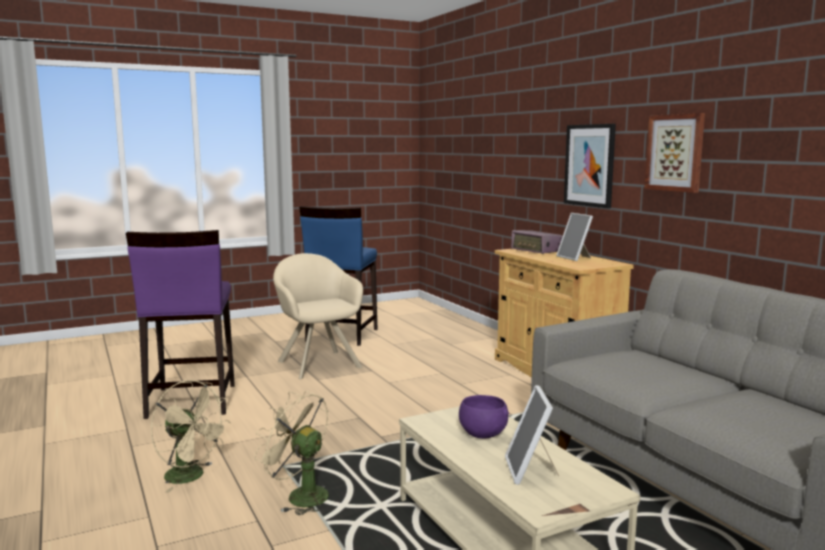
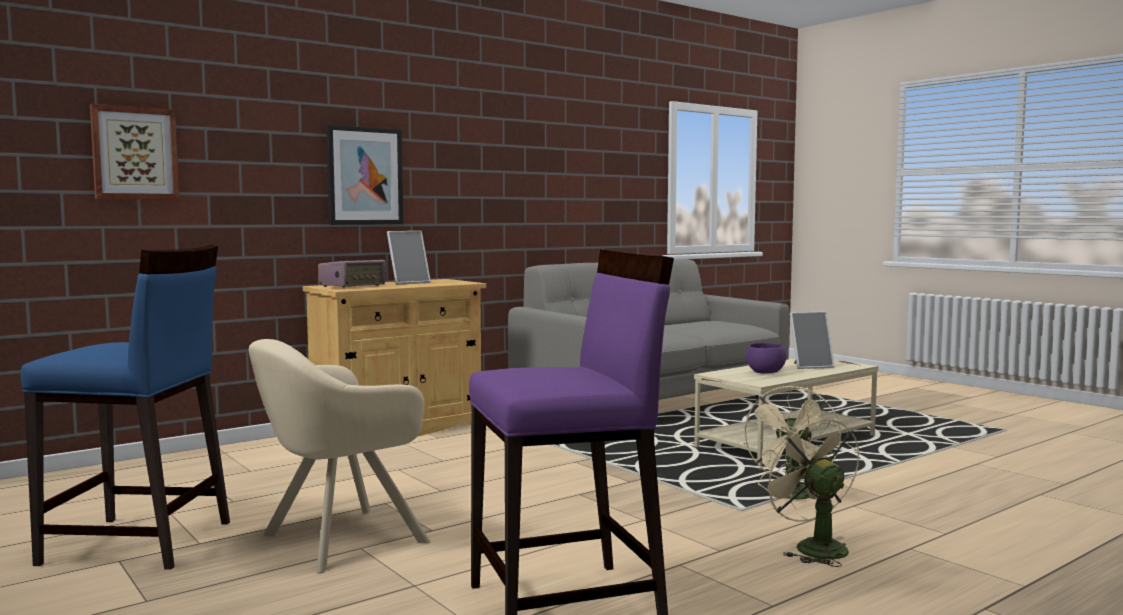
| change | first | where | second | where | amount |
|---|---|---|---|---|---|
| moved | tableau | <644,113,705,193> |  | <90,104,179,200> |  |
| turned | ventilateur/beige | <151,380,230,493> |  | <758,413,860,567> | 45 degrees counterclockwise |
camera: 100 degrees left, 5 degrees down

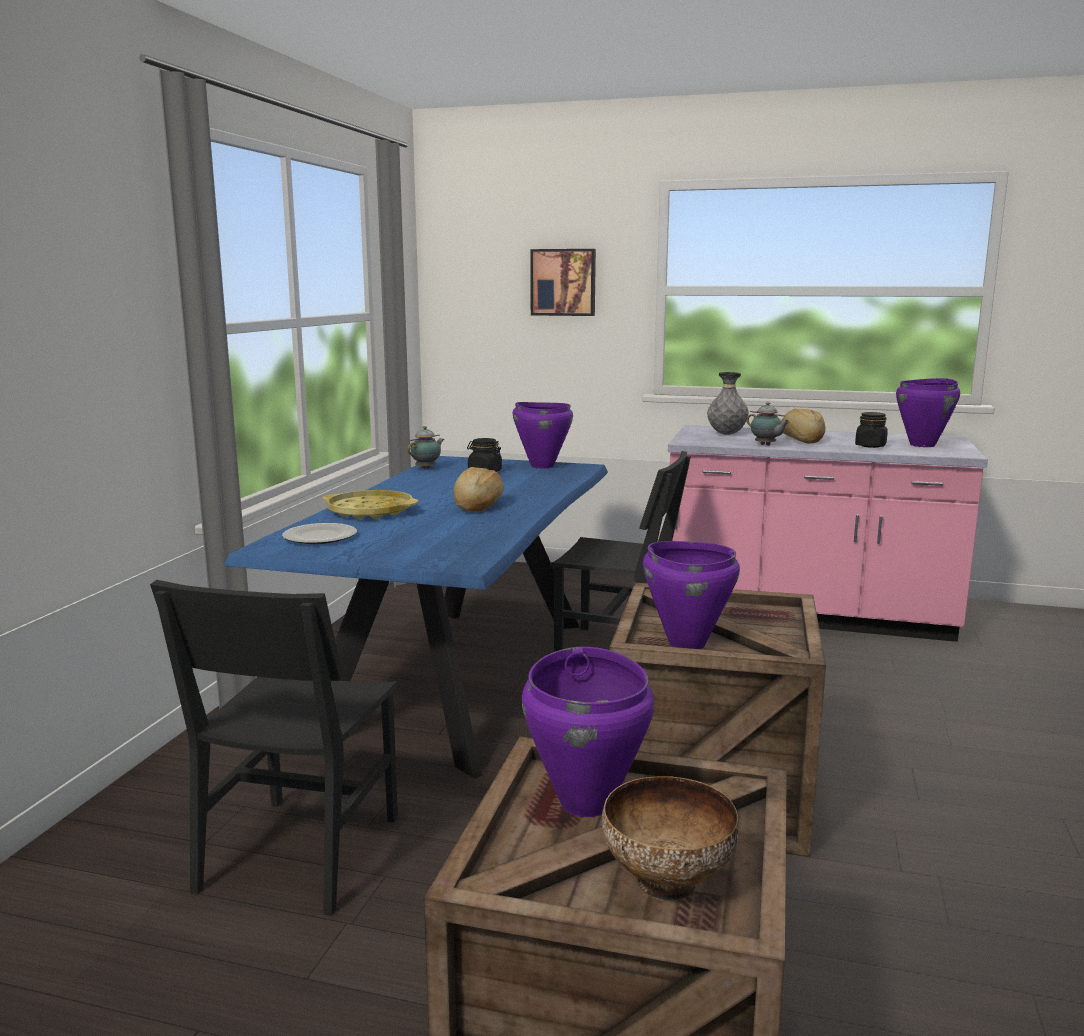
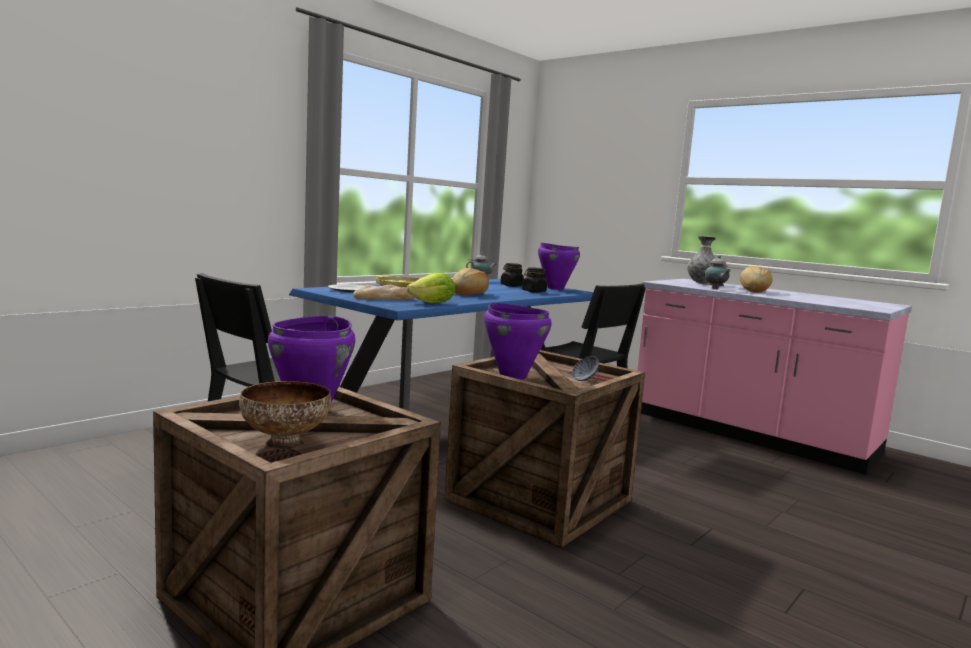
| change | first | where | second | where | amount |
|---|---|---|---|---|---|
| removed | tableau | <530,249,596,316> |  |  |  |
| removed | marmite/violet | <896,378,960,447> |  |  |  |
| moved | bocal/noir | <855,412,888,448> |  | <522,267,547,293> |  |
| added |  |  | laitue | <407,273,455,303> |  |
| added |  |  | pain | <353,285,415,300> |  |
| added |  |  | bol | <572,356,599,381> |  |
camera: 25 degrees right, 5 degrees down

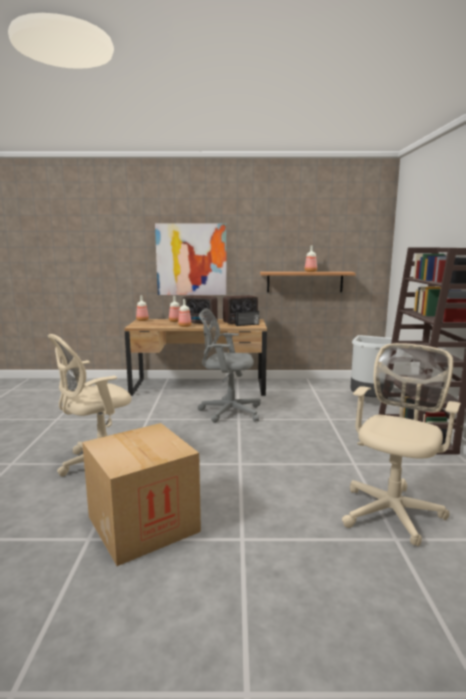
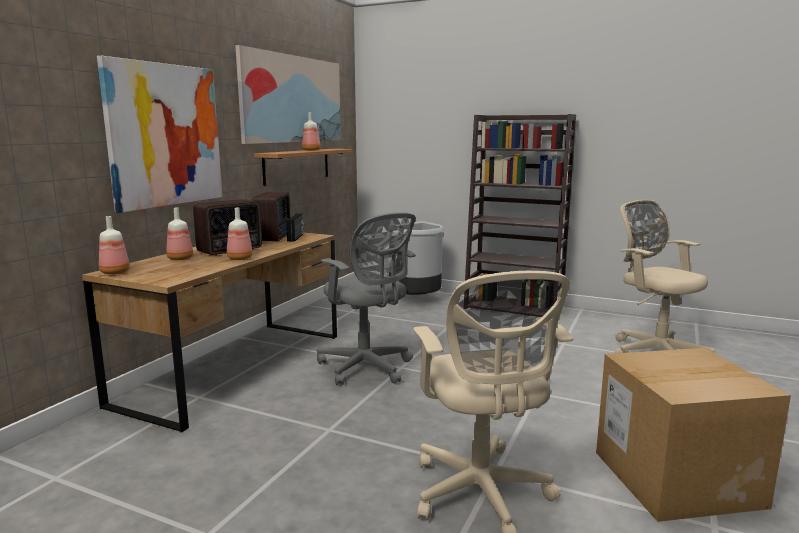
| change | first | where | second | where | amount |
|---|---|---|---|---|---|
| turned | chaise de bureau/gris | <198,308,261,423> |  | <317,212,416,385> | 75 degrees counterclockwise |
| added |  |  | tableau | <235,45,341,144> |  |
camera: 65 degrees left, 0 degrees up

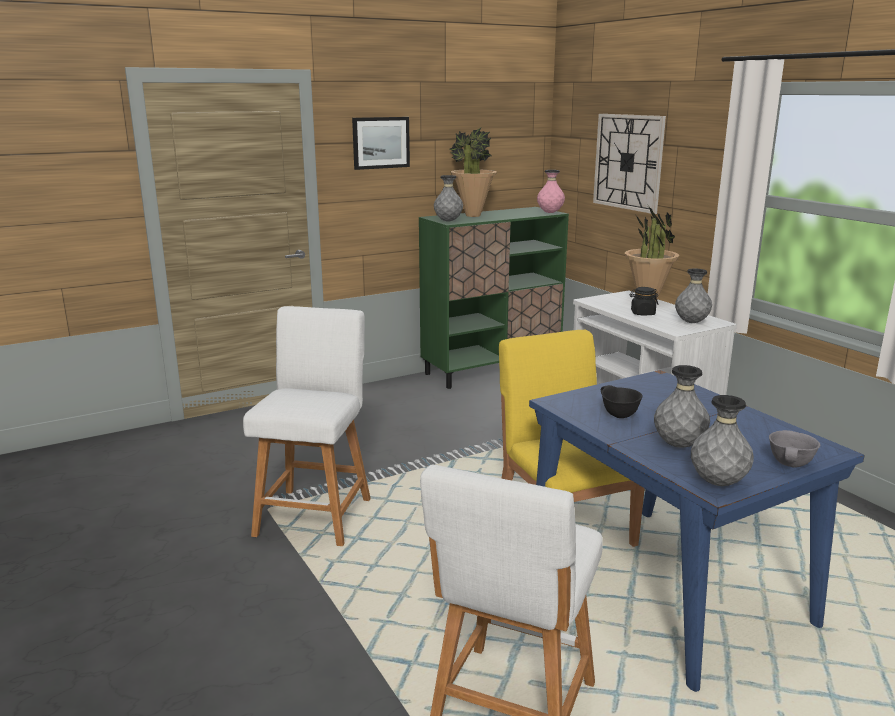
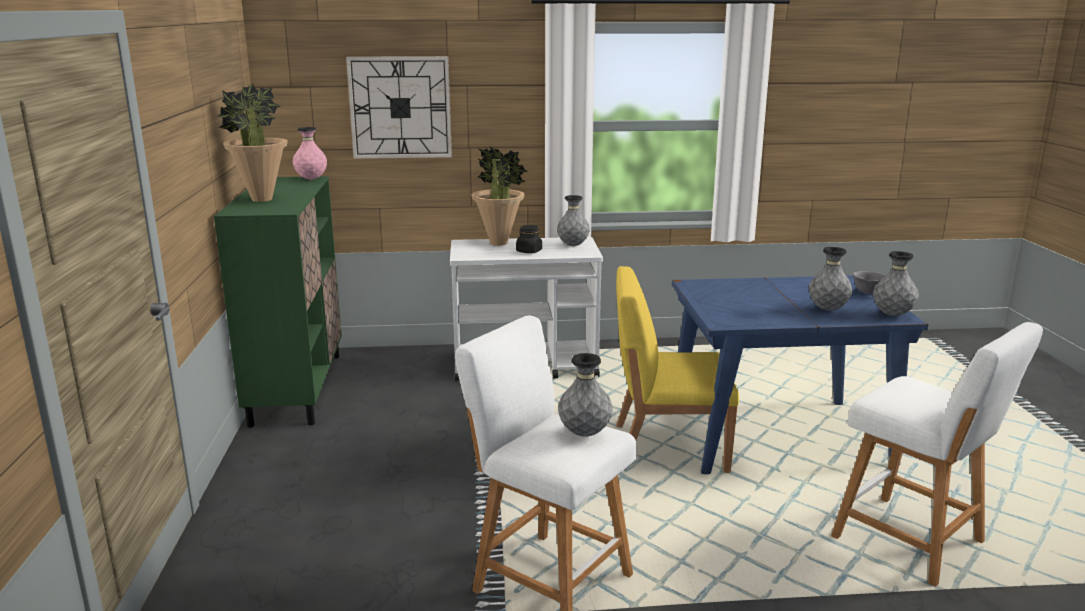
| change | first | where | second | where | amount |
|---|---|---|---|---|---|
| removed | tableau | <352,117,410,170> |  |  |  |
| moved | vase/gris | <434,175,463,222> |  | <558,353,613,437> |  |
| removed | bol/noir | <601,385,643,418> |  |  |  |
camera: 65 degrees left, 0 degrees up

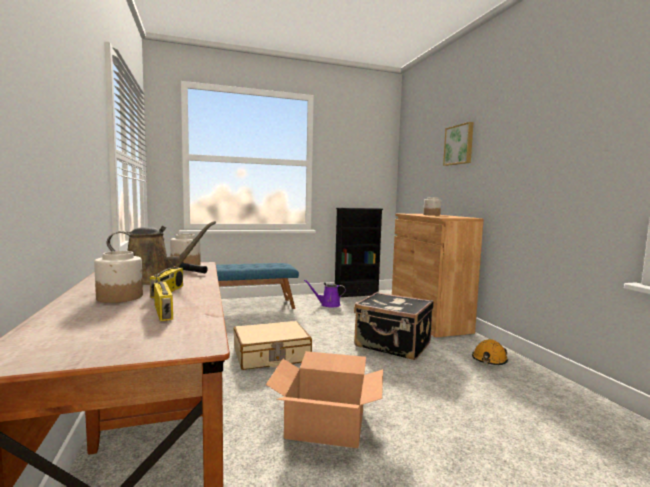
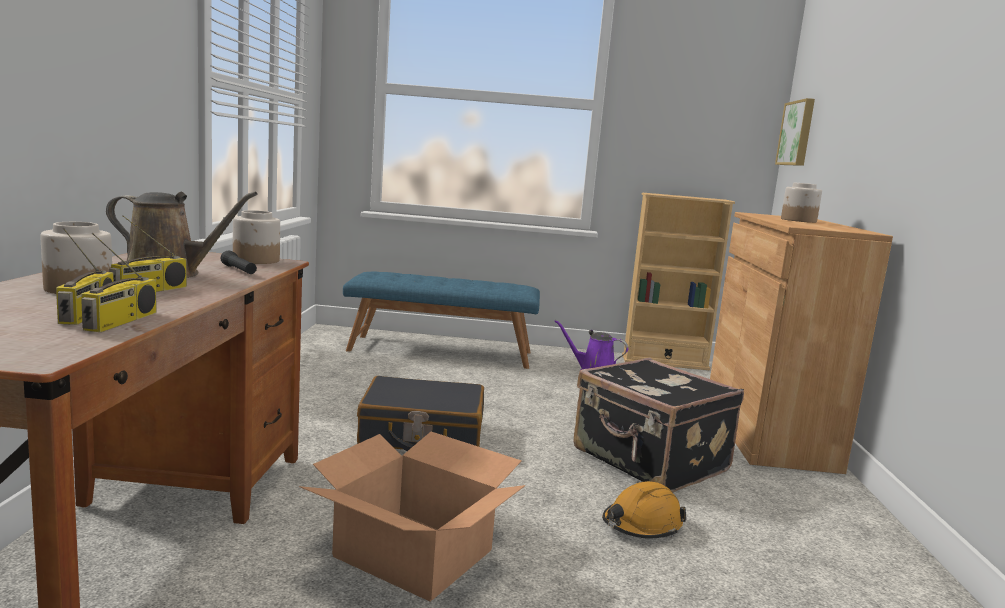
| change | first | where | second | where | amount |
|---|---|---|---|---|---|
| moved | tableau | <443,122,474,166> |  | <775,98,815,166> |  |
| recoloured | bibliothèque/noir | <335,208,383,297> | bibliothèque/beige | <622,193,735,370> |  |
| recoloured | valise/beige | <233,321,312,370> | valise/noir | <357,376,484,451> |  |
| moved | casque de chantier/orange | <472,339,508,365> |  | <602,481,687,539> |  |
| added |  |  | radio | <81,233,157,332> |  |
camera: 20 degrees right, 5 degrees up

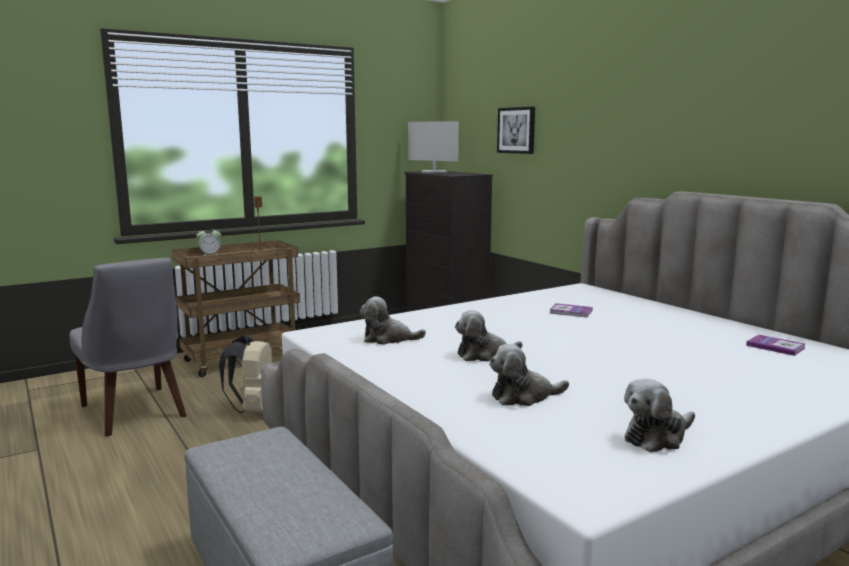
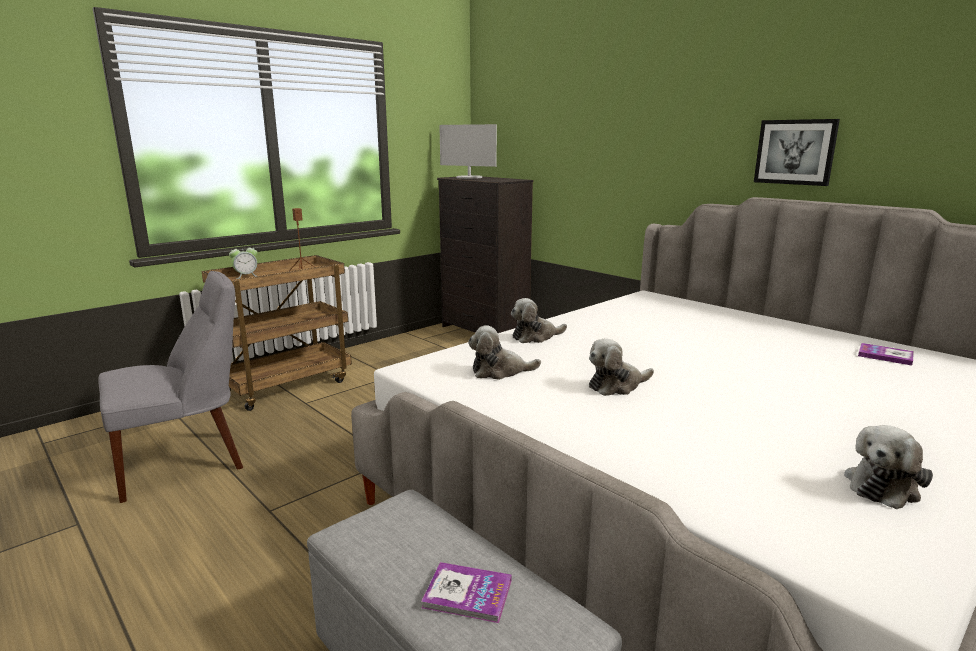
| change | first | where | second | where | amount |
|---|---|---|---|---|---|
| moved | tableau | <497,107,535,154> |  | <754,119,840,186> |  |
| turned | chaise/gris | <69,258,187,437> |  | <98,271,243,503> | 75 degrees counterclockwise |
| moved | livre | <549,303,593,318> |  | <421,562,512,623> |  |
| removed | sac à dos/beige | <219,336,272,413> |  |  |  |
| moved | peluche | <489,344,569,406> |  | <511,298,567,343> |  |
camera: 10 degrees left, 5 degrees up

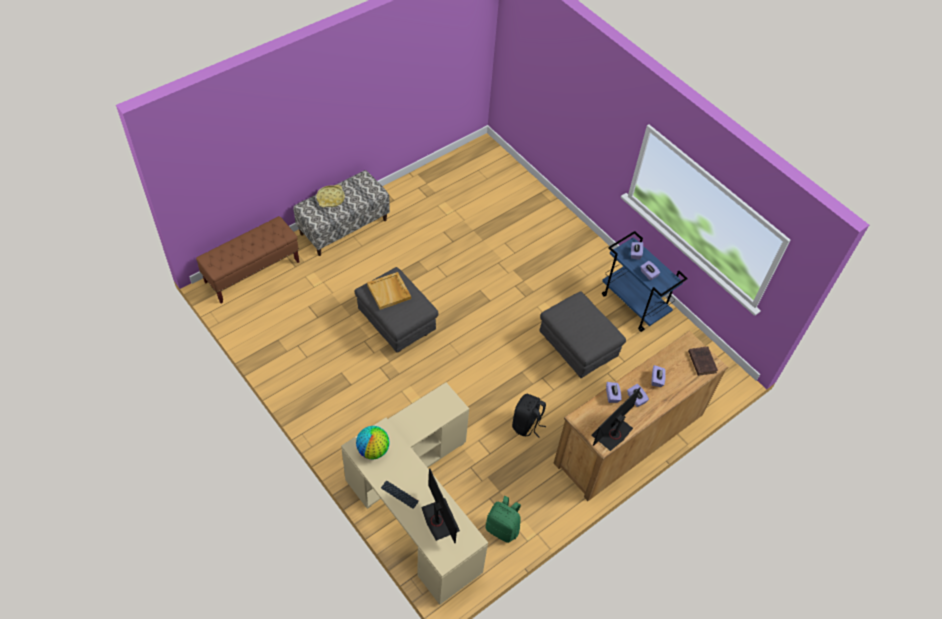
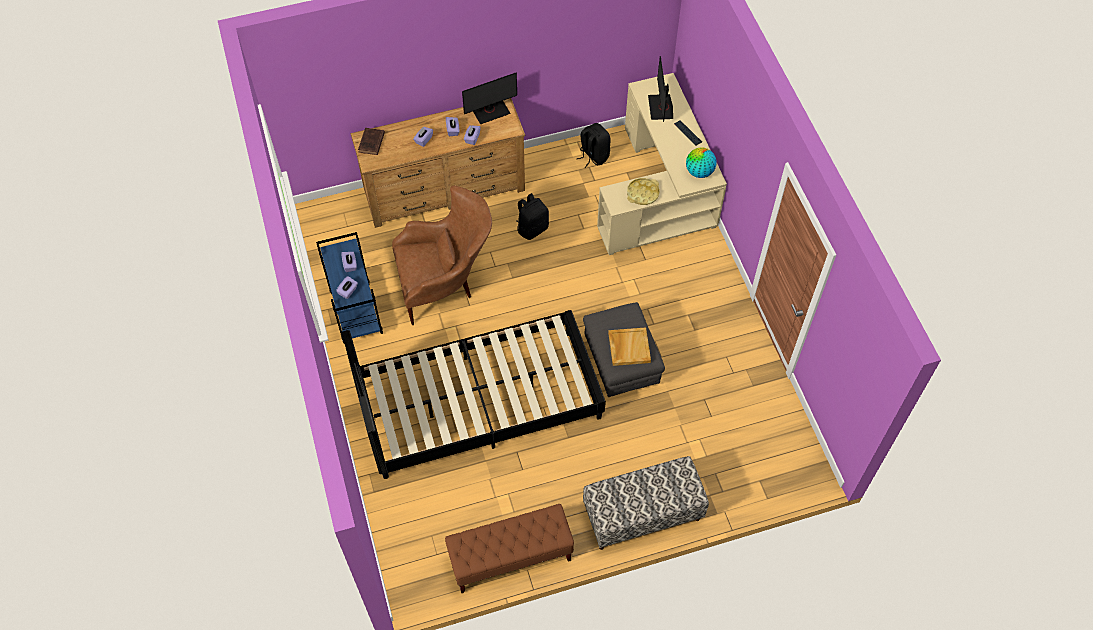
| change | first | where | second | where | amount |
|---|---|---|---|---|---|
| moved | plateau/jaune | <316,185,345,207> |  | <627,178,659,205> |  |
| moved | banc/marron | <196,216,299,303> |  | <445,504,574,593> |  |
| replaced | pouf/gris | <539,291,626,378> | fauteuil/marron | <392,186,492,325> |  |
| recoloured | sac à dos/vert | <486,496,521,543> | sac à dos/noir | <577,123,610,168> |  |
| added |  |  | lit/noir | <342,310,606,479> |  |
camera: 155 degrees left, 5 degrees up

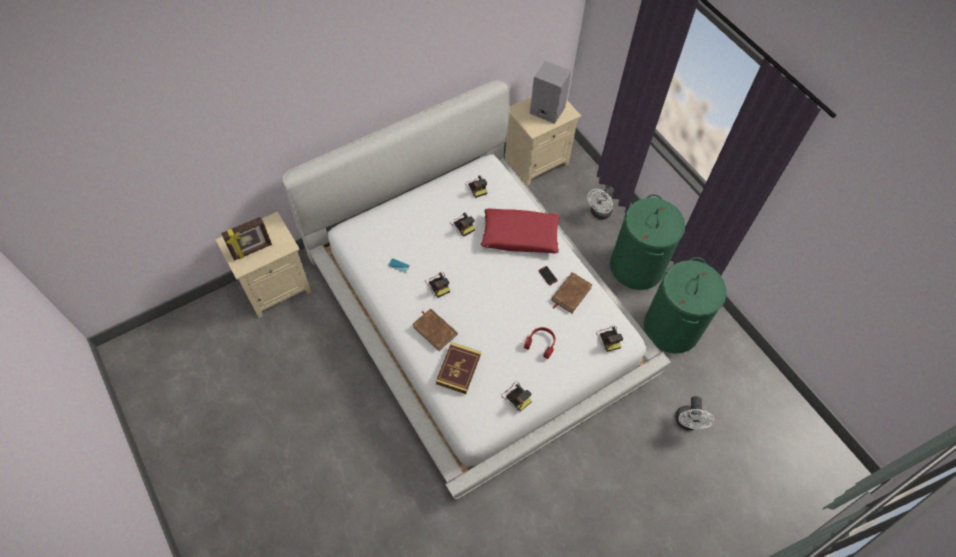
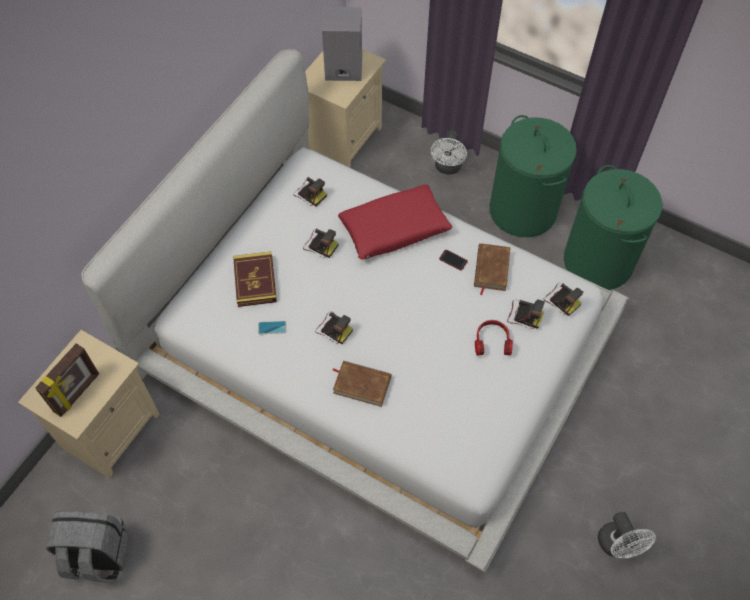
| change | first | where | second | where | amount |
|---|---|---|---|---|---|
| moved | livre | <436,342,481,394> |  | <233,252,277,307> |  |
| moved | appareil photo | <501,381,532,412> |  | <507,299,545,329> |  |
| moved | ventilateur/blanc | <675,396,714,430> |  | <598,512,656,558> |  |
| added |  |  | sac à dos/gris | <46,511,130,583> |  |
camera: 25 degrees left, 0 degrees up

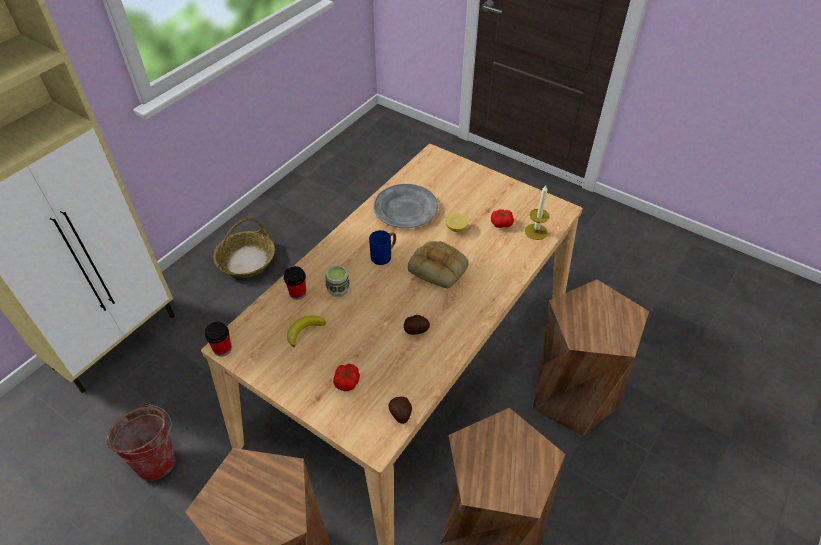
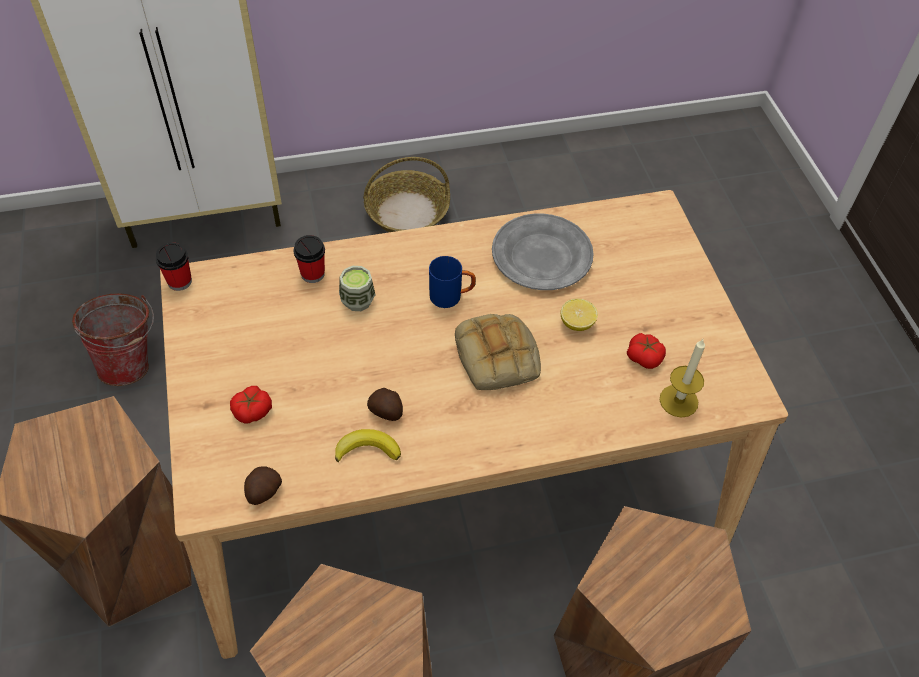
| change | first | where | second | where | amount |
|---|---|---|---|---|---|
| moved | banane | <287,315,326,347> |  | <335,429,401,462> |  |
camera: 40 degrees right, 5 degrees up

